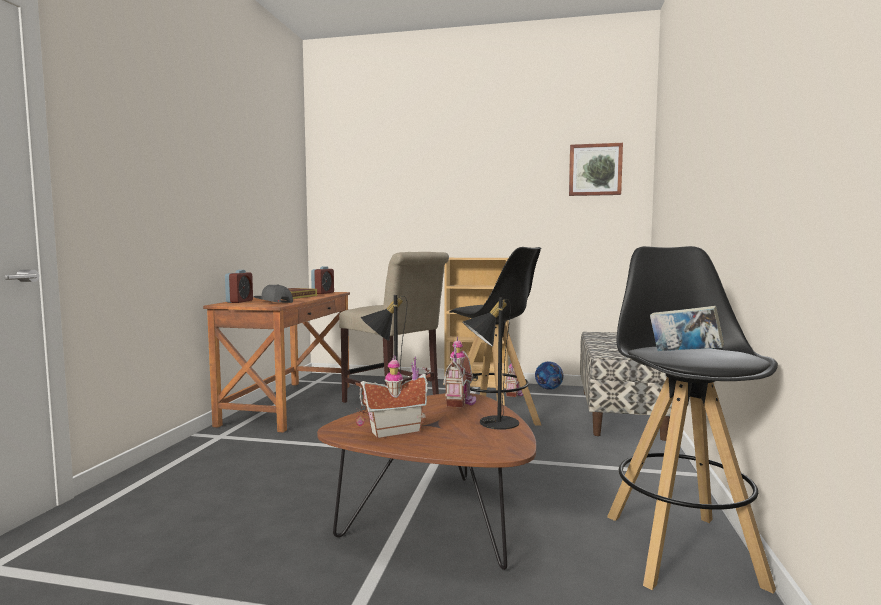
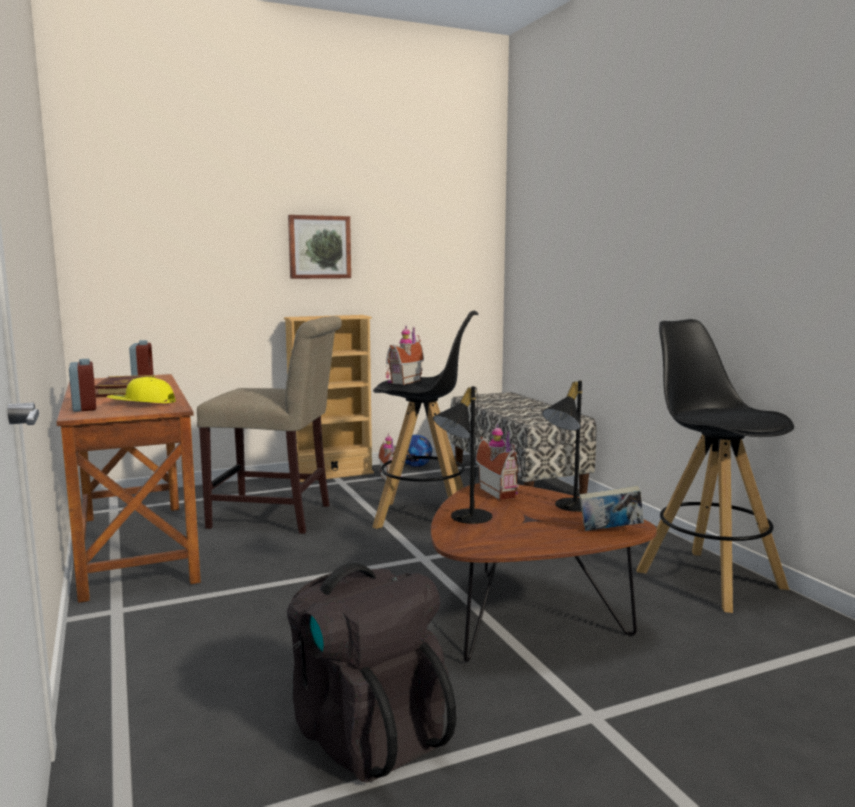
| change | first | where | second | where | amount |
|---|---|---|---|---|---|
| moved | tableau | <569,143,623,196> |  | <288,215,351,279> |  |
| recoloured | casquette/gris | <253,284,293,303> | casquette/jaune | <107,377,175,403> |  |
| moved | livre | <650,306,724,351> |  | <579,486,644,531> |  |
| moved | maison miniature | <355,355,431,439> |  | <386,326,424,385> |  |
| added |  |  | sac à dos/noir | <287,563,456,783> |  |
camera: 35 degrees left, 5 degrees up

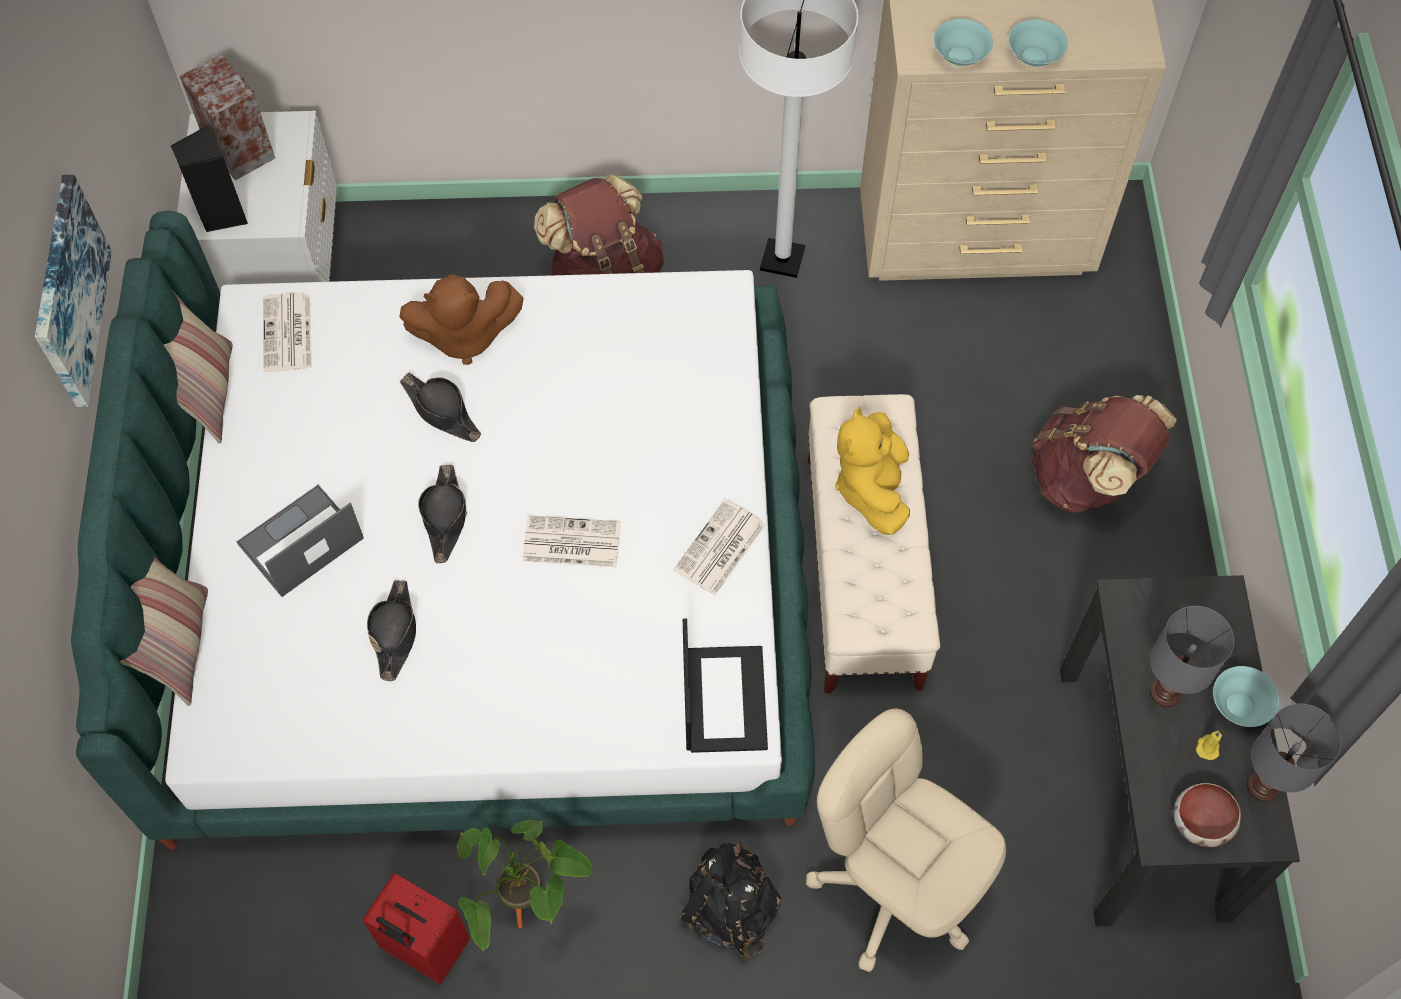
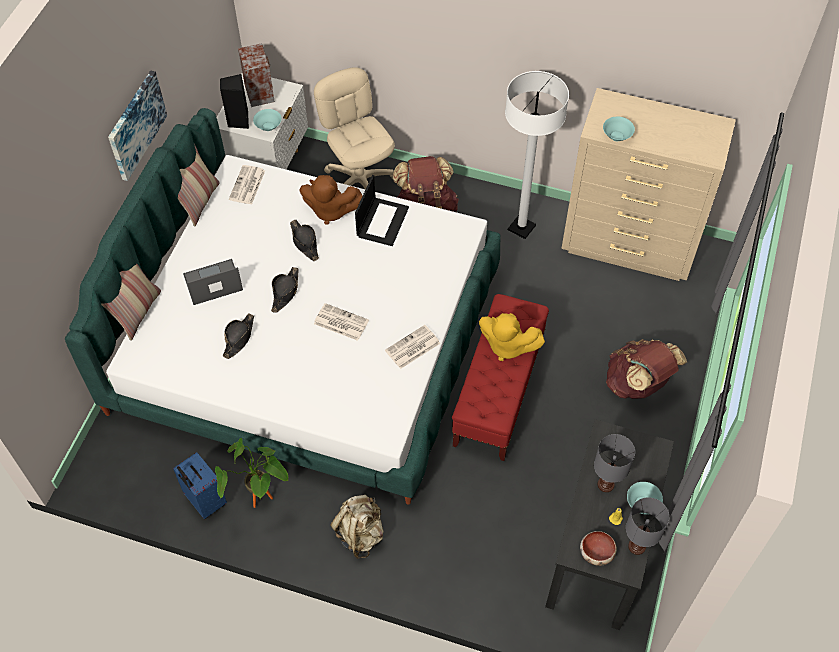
| change | first | where | second | where | amount |
|---|---|---|---|---|---|
| moved | bol/turquoise | <1008,19,1068,67> |  | <253,109,282,131> |  |
| recoloured | banc/beige | <808,394,940,693> | banc/rouge | <452,294,549,461> |  |
| turned | peluche/jaune | <835,407,910,535> |  | <479,313,545,361> | 90 degrees counterclockwise |
| moved | ordinateur portable | <683,619,768,753> |  | <355,175,409,246> |  |
| moved | chaise de bureau/beige | <806,709,1006,972> |  | <314,67,395,189> |  |
| recoloured | sac à dos/noir | <678,840,781,959> | sac à dos/beige | <331,495,384,559> |  |
| recoloured | valise/rouge | <362,873,470,984> | valise/bleu | <173,452,227,519> |  |
camera: 20 degrees right, 5 degrees down

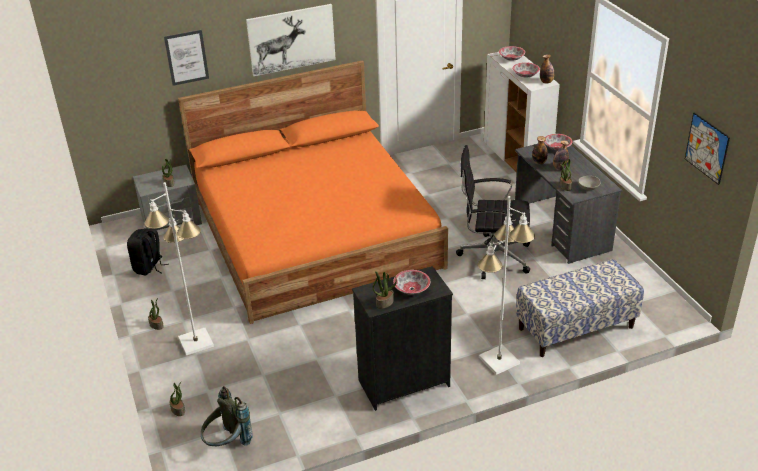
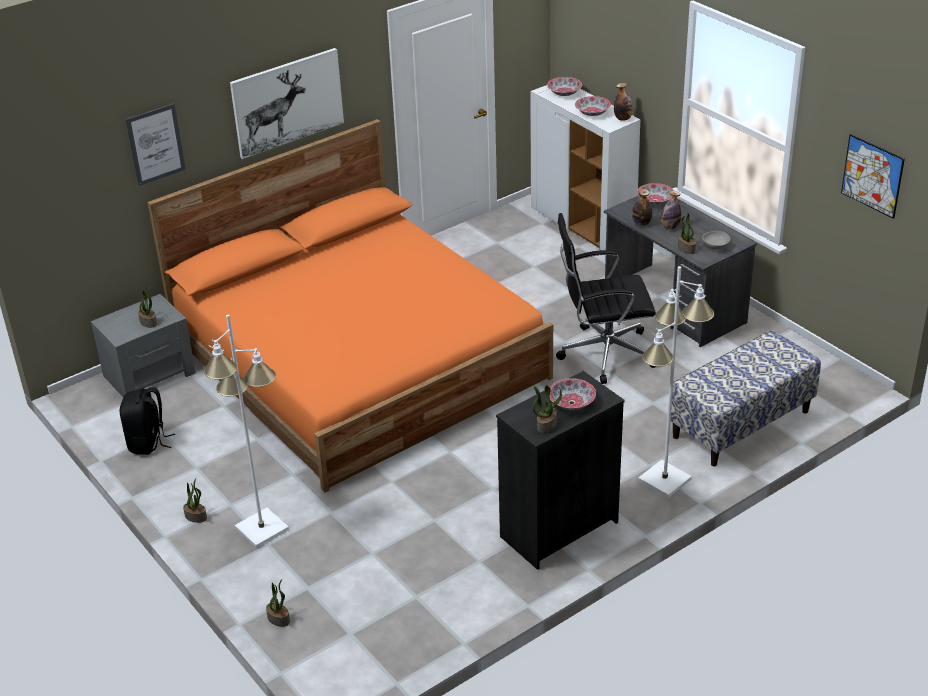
| change | first | where | second | where | amount |
|---|---|---|---|---|---|
| removed | sac à dos/gris | <201,386,253,446> |  |  |  |
camera: 15 degrees left, 0 degrees up

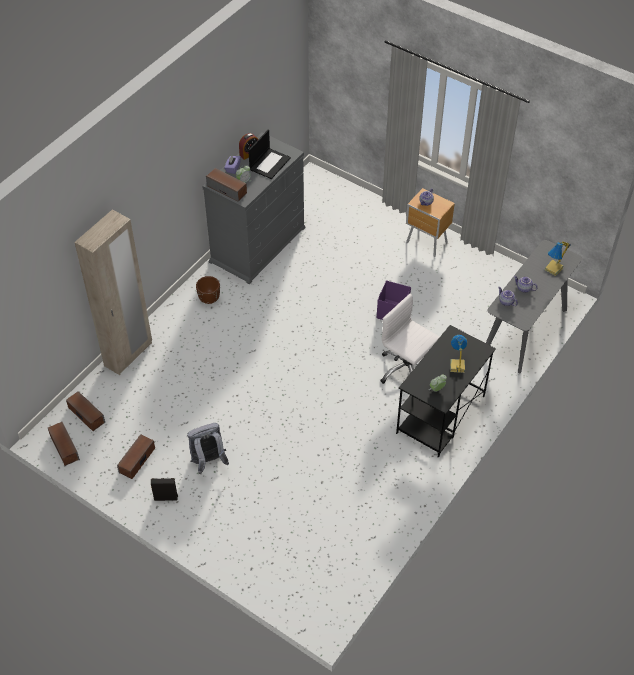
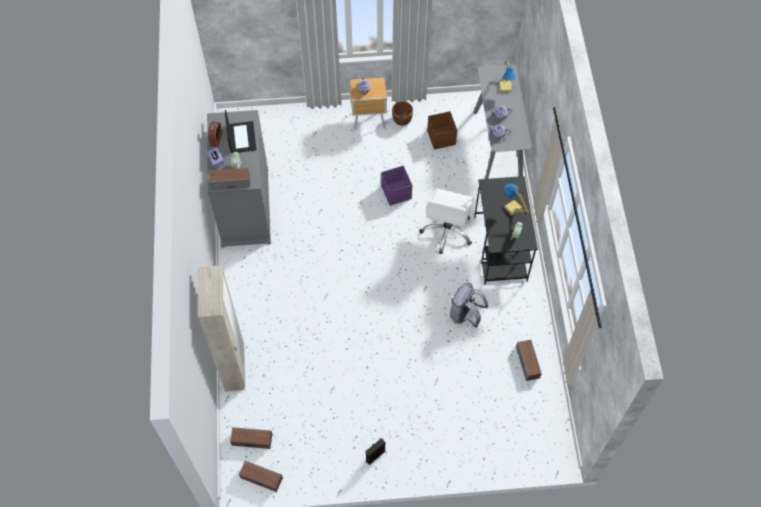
| change | first | where | second | where | amount |
|---|---|---|---|---|---|
| moved | cache-pot/marron | <196,276,220,304> |  | <392,101,413,126> |  |
| turned | chaise de bureau/blanc | <380,293,440,384> |  | <419,188,473,254> | 75 degrees counterclockwise |
| moved | sac à dos/gris | <187,423,229,474> |  | <450,283,488,328> |  |
| moved | enceinte | <117,434,155,479> |  | <516,340,542,381> |  |
| added |  |  | boîte de rangement/marron | <427,111,457,150> |  |
camera: 40 degrees left, 10 degrees up

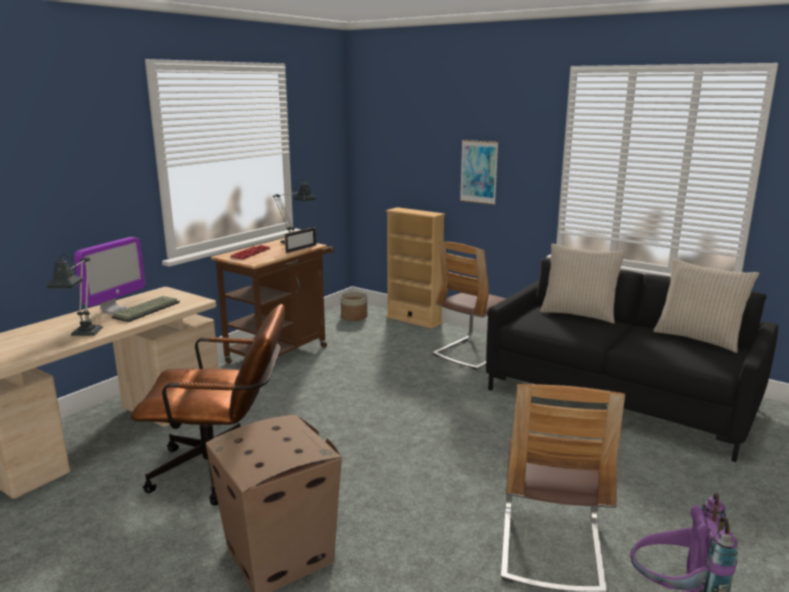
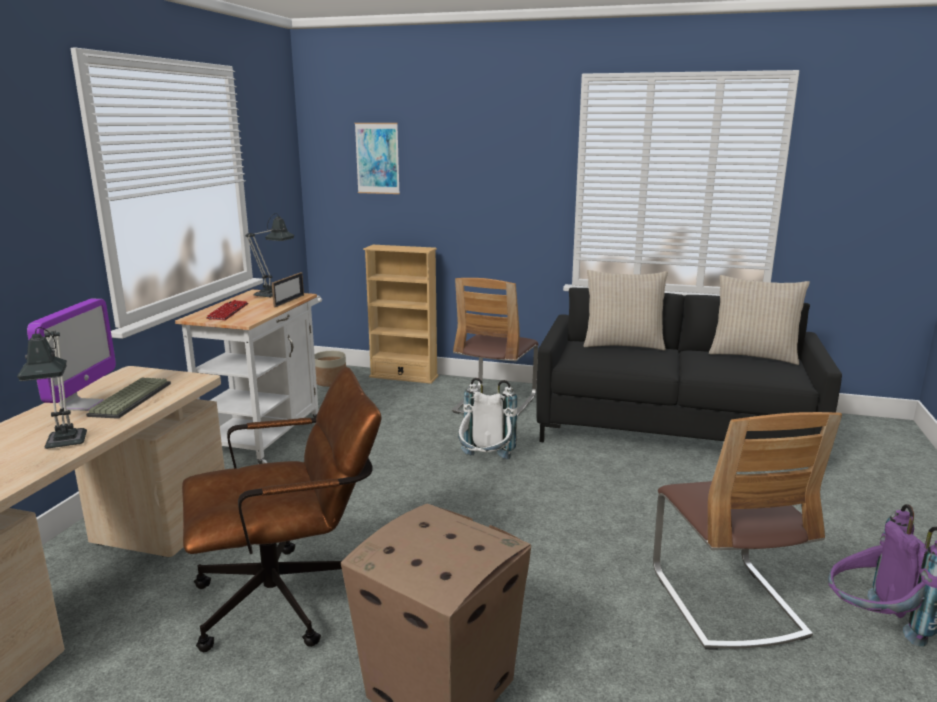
| change | first | where | second | where | amount |
|---|---|---|---|---|---|
| moved | tableau | <460,140,498,205> |  | <355,123,400,194> |  |
| recoloured | chariot/marron | <211,238,334,364> | chariot/blanc | <175,290,322,464> |  |
| added |  |  | sac à dos/blanc | <458,378,517,459> |  |
camera: 20 degrees left, 0 degrees up

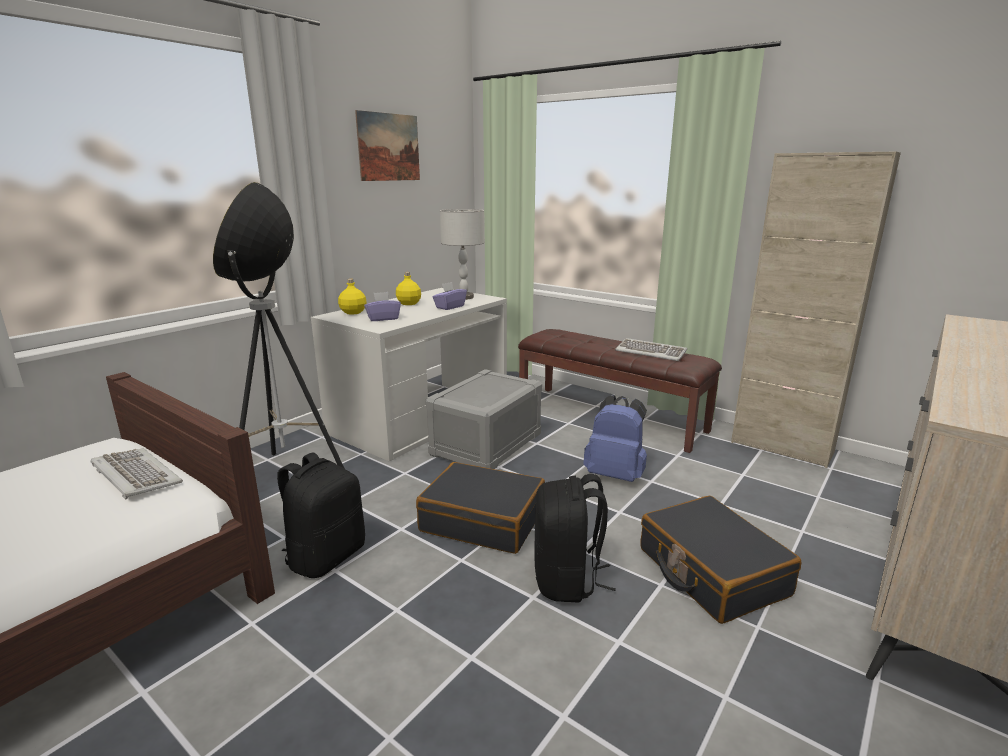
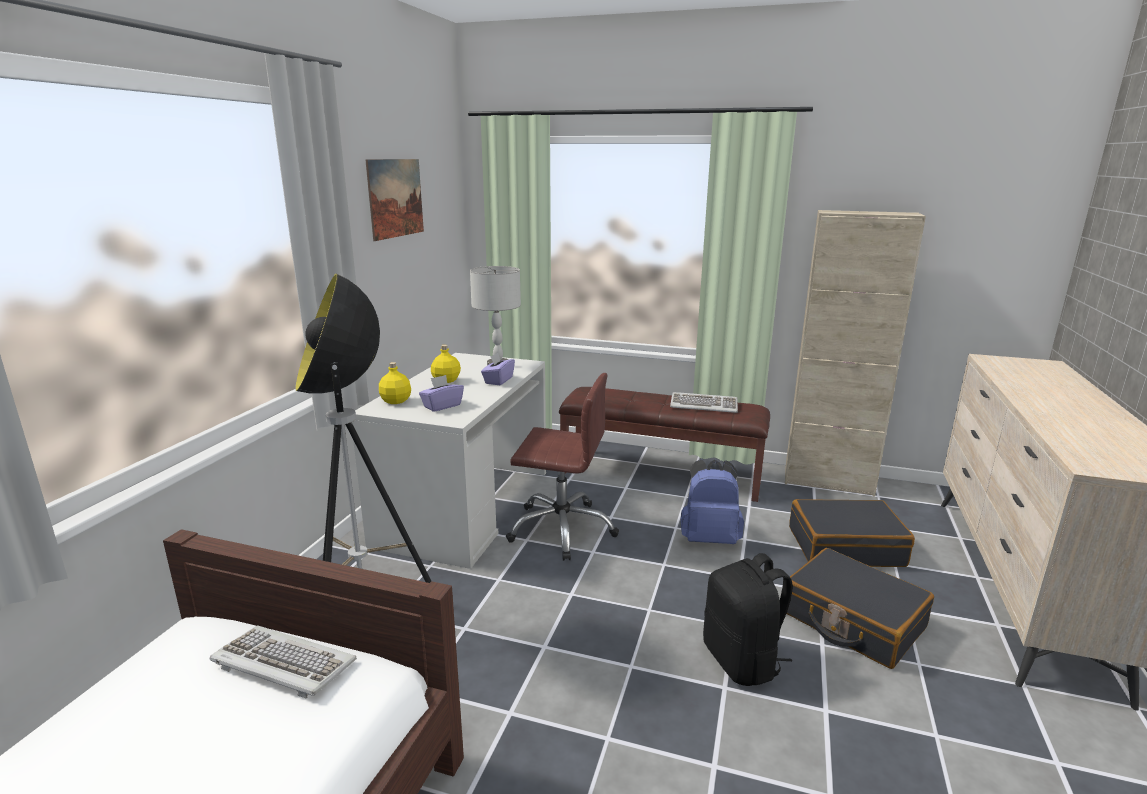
| change | first | where | second | where | amount |
|---|---|---|---|---|---|
| replaced | boîte de rangement/gris | <426,369,542,469> | chaise de bureau/marron | <506,373,619,561> |  |
| removed | sac à dos/noir | <277,452,365,578> |  |  |  |
| moved | valise/noir | <416,462,545,554> |  | <789,499,915,567> |  |
camera: 20 degrees left, 0 degrees up

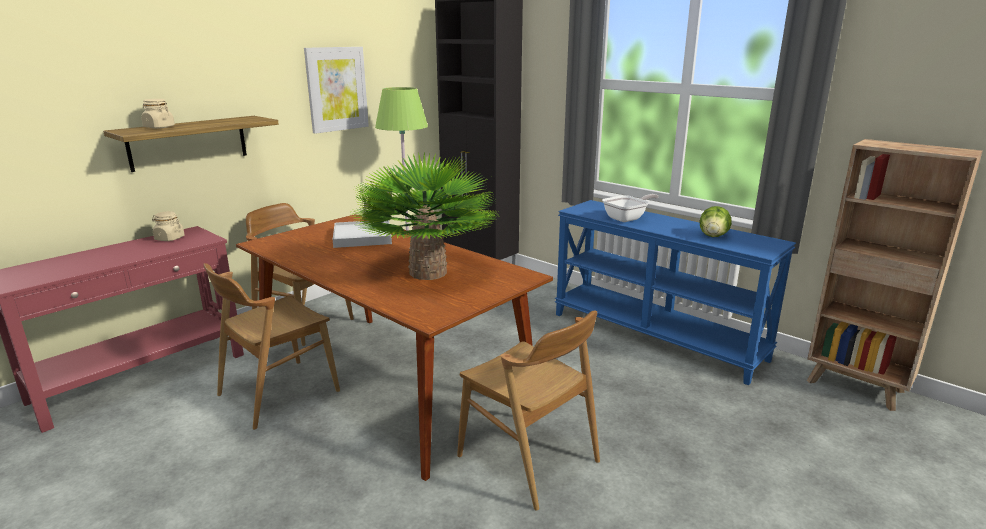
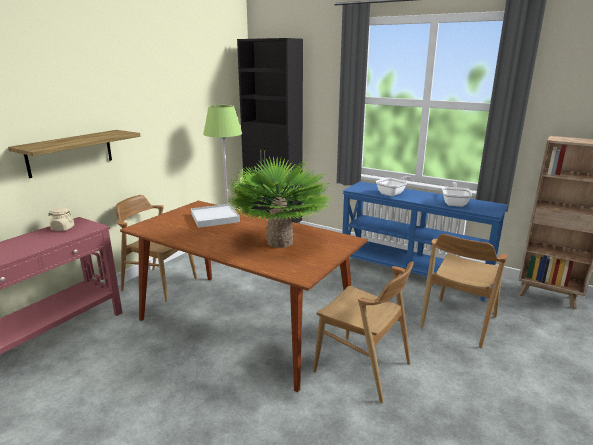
| change | first | where | second | where | amount |
|---|---|---|---|---|---|
| removed | tableau | <304,47,369,134> |  |  |  |
| removed | bocal/beige | <141,99,175,129> |  |  |  |
| replaced | laitue | <699,206,732,237> | poêle | <442,182,472,207> |  |
| moved | chaise/marron | <203,263,340,430> |  | <420,234,507,348> |  |
camera: 10 degrees left, 0 degrees up

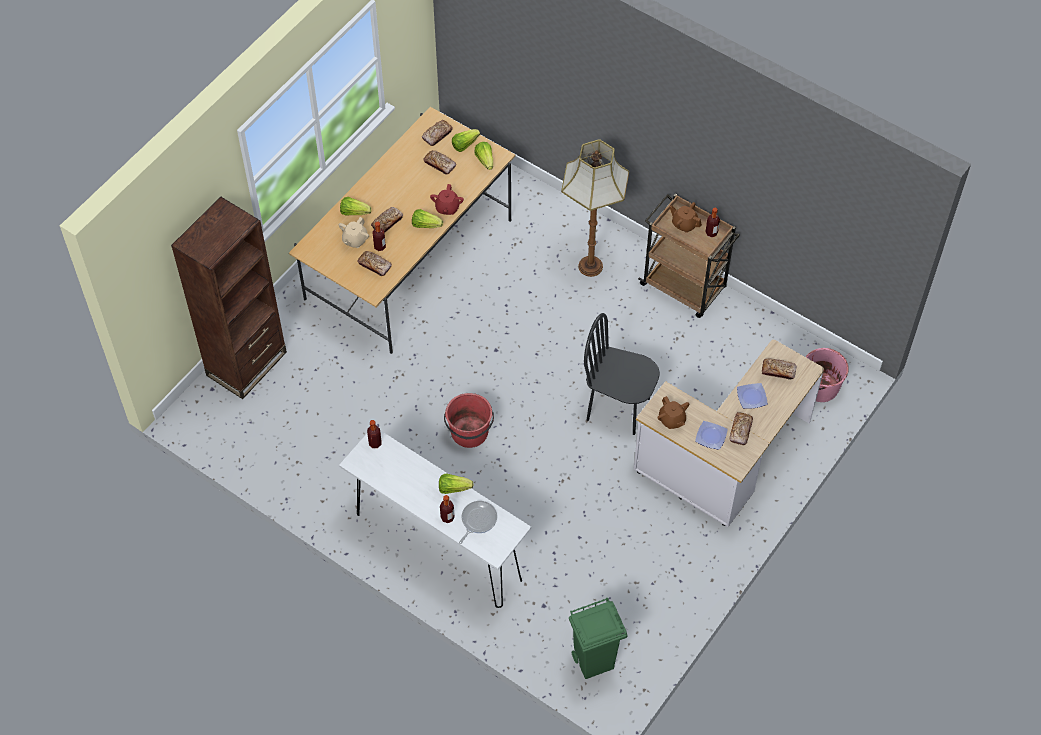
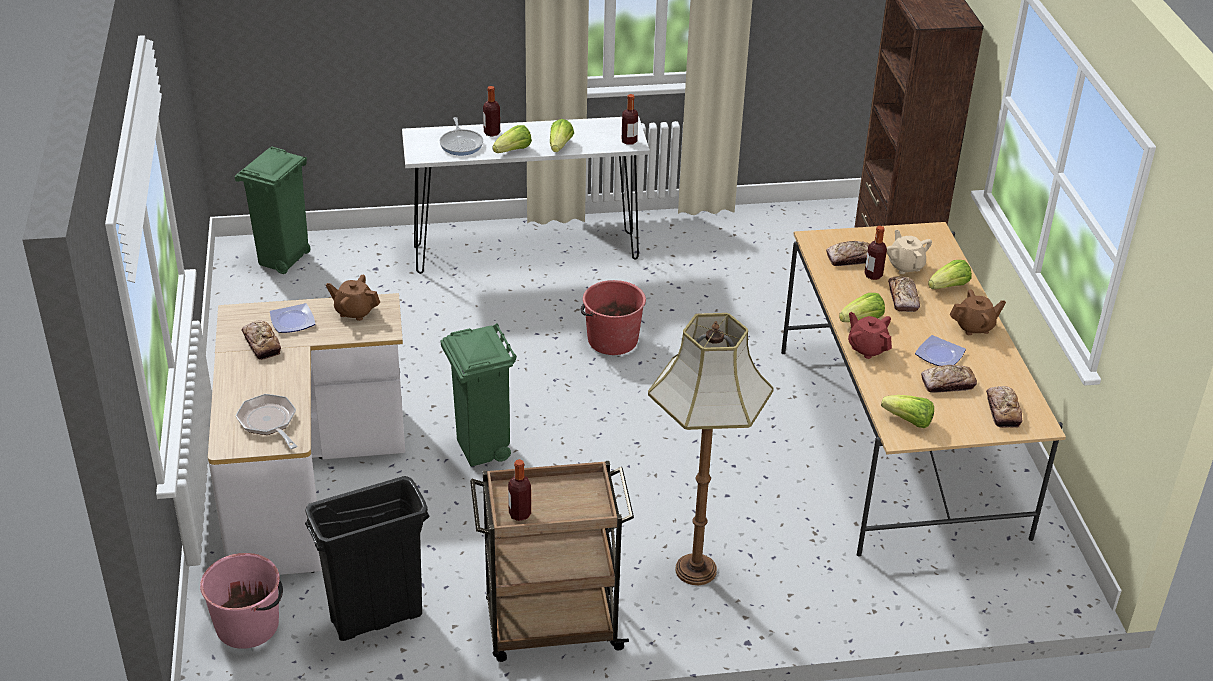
| change | first | where | second | where | amount |
|---|---|---|---|---|---|
| moved | laitue | <452,129,480,152> |  | <550,119,574,152> |  |
| moved | théière/marron | <670,202,702,233> |  | <950,289,1006,335> |  |
| replaced | chaise/noir | <584,313,660,435> | poubelle/vert | <441,323,517,467> |  |
| replaced | pain | <762,359,796,380> | poêle | <235,394,297,449> |  |
| moved | assiette | <737,383,768,409> |  | <915,335,966,366> |  |
| added |  |  | poubelle/noir | <305,476,430,641> |  |
camera: 135 degrees right, 20 degrees down

